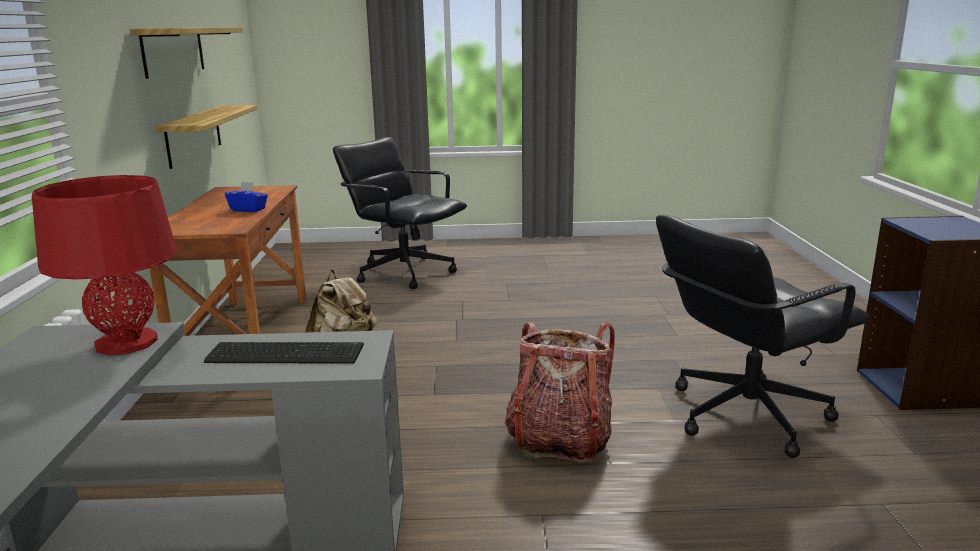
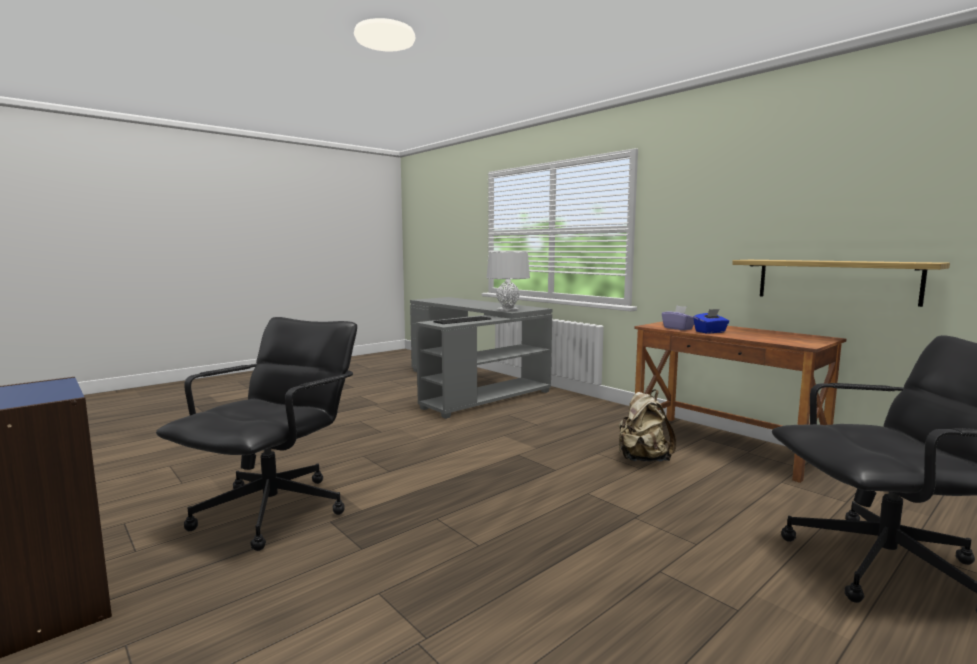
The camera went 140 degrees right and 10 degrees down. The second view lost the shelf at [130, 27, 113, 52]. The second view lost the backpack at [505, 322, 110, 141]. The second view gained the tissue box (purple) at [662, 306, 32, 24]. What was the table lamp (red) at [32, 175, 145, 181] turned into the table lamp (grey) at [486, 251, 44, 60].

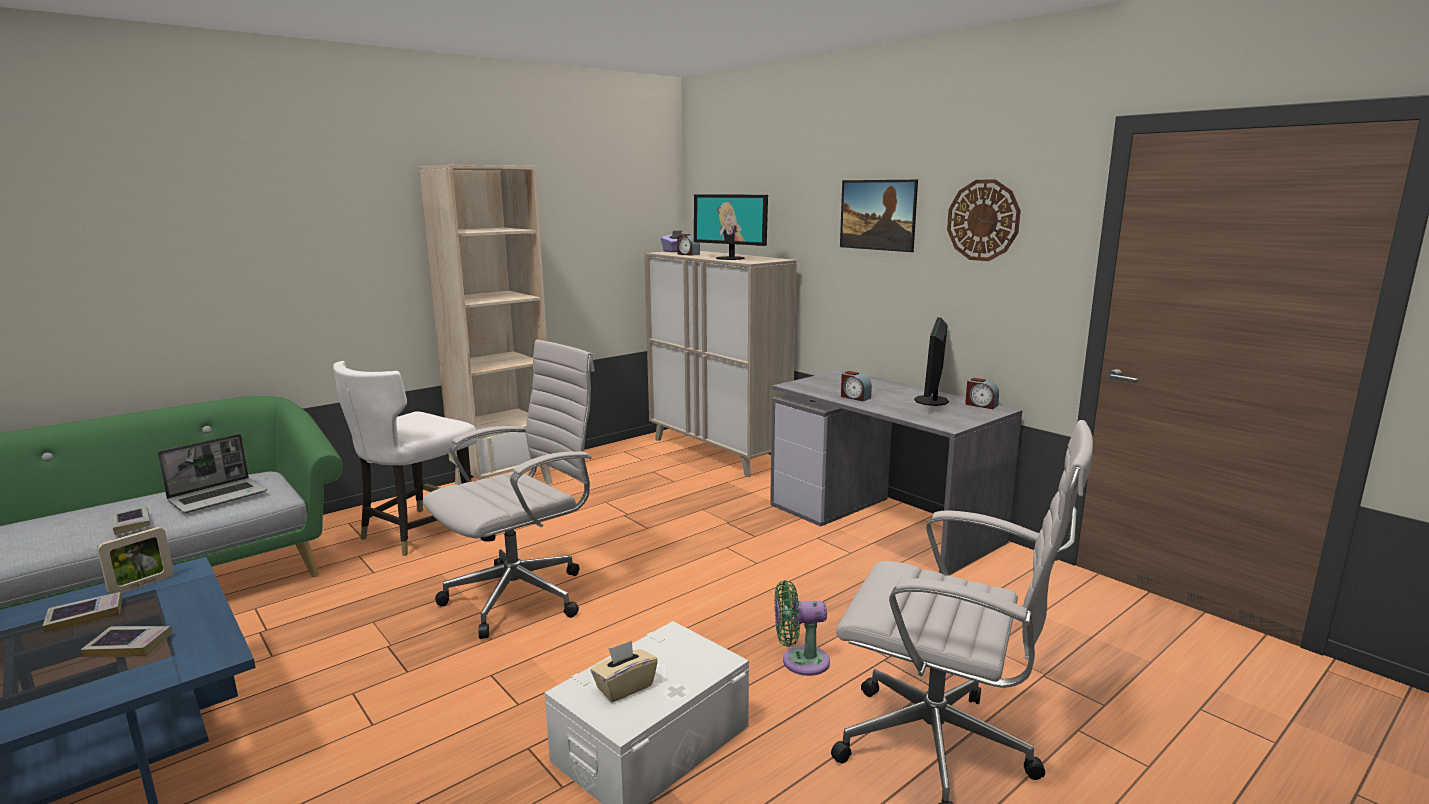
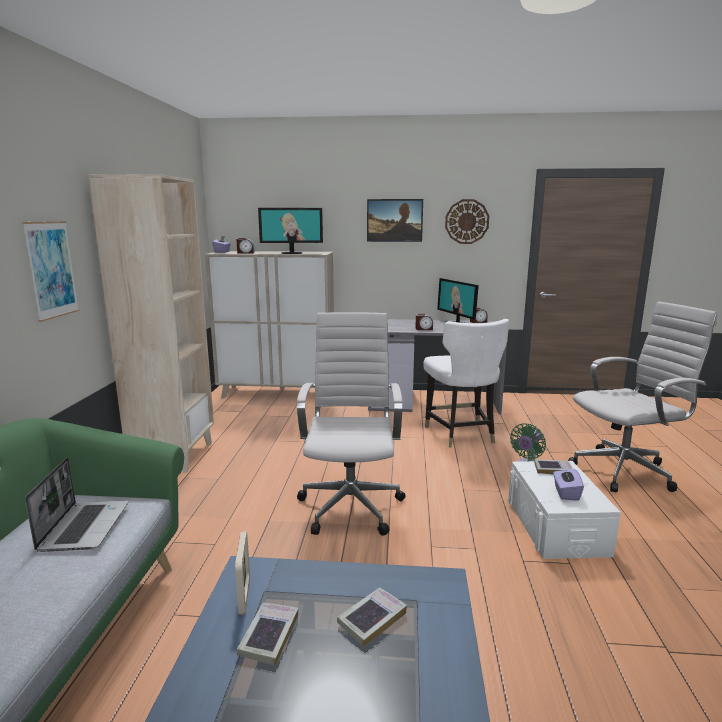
The camera went 45 degrees left and 0 degrees up. The second view gained the picture at [22, 221, 57, 101]. The book ended up elsewhere, having gone from [112, 506, 39, 29] to [534, 459, 39, 16]. The chair (white) ended up elsewhere, having gone from [333, 361, 144, 195] to [423, 319, 86, 128]. What was the tissue box (beige) at [590, 640, 68, 62] turned into the tissue box (purple) at [553, 465, 31, 36].

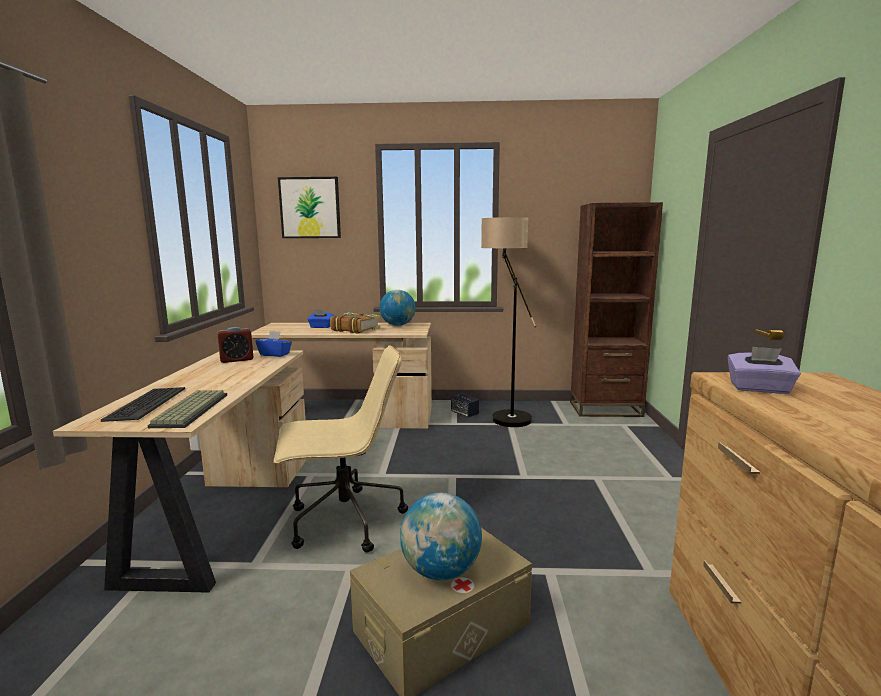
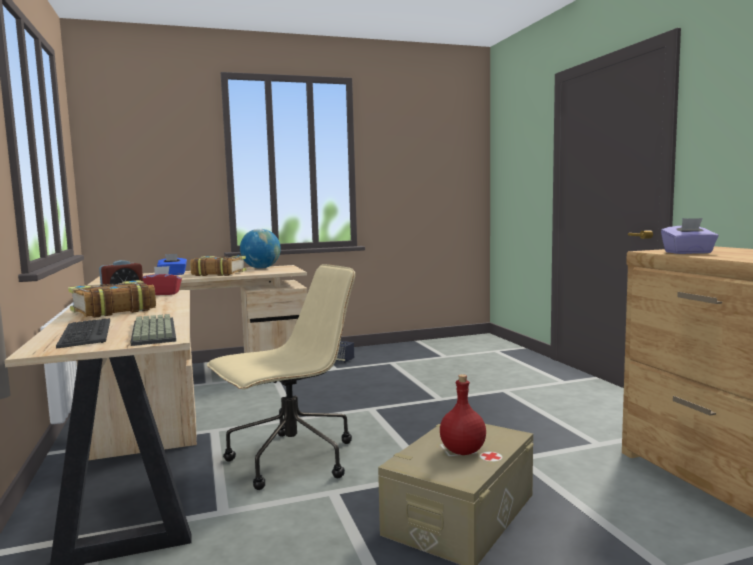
The camera went 20 degrees left and 5 degrees down. The second view lost the picture at [278, 177, 63, 61]. The second view lost the floor lamp at [481, 217, 55, 210]. The second view lost the bookcase (brown) at [570, 202, 93, 215]. The second view gained the book at [68, 280, 88, 38]. Where the globe stood at [400, 493, 82, 87], the bottle (red) came to stand at [440, 374, 46, 81]. What was the tissue box (blue) at [256, 331, 36, 26] turned into the tissue box (red) at [143, 266, 39, 29].

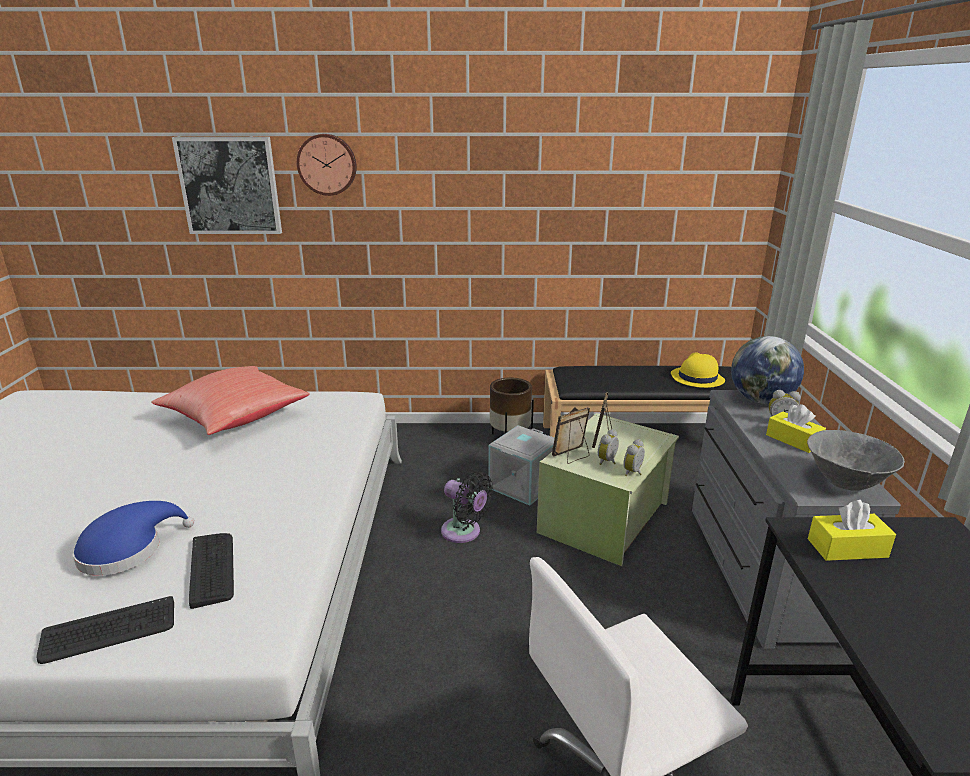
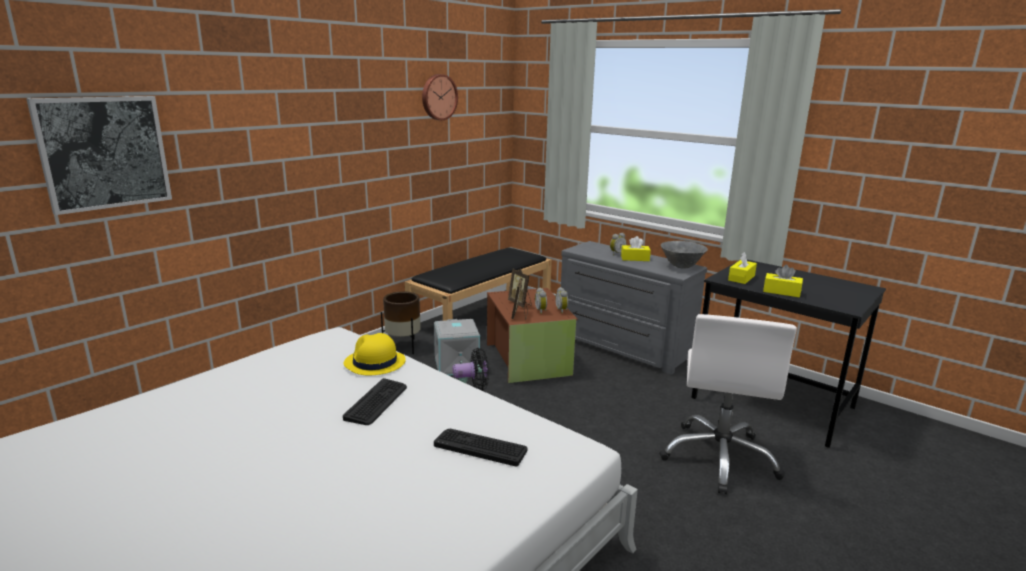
The camera went 50 degrees left and 5 degrees down. The second view lost the hat (blue) at [72, 501, 122, 75]. The second view lost the pillow (red) at [152, 366, 158, 69]. The second view lost the globe at [731, 336, 73, 68]. The second view gained the tissue box (yellow) at [763, 265, 40, 32]. The keyboard ended up elsewhere, having gone from [36, 596, 138, 68] to [343, 378, 64, 47]. The wall clock ended up elsewhere, having gone from [297, 134, 60, 62] to [422, 74, 36, 46]. The hat (yellow) ended up elsewhere, having gone from [671, 352, 54, 36] to [343, 333, 63, 42]. What was the storage box (green) at [537, 413, 142, 153] turned into the storage box (brown) at [487, 288, 90, 95].

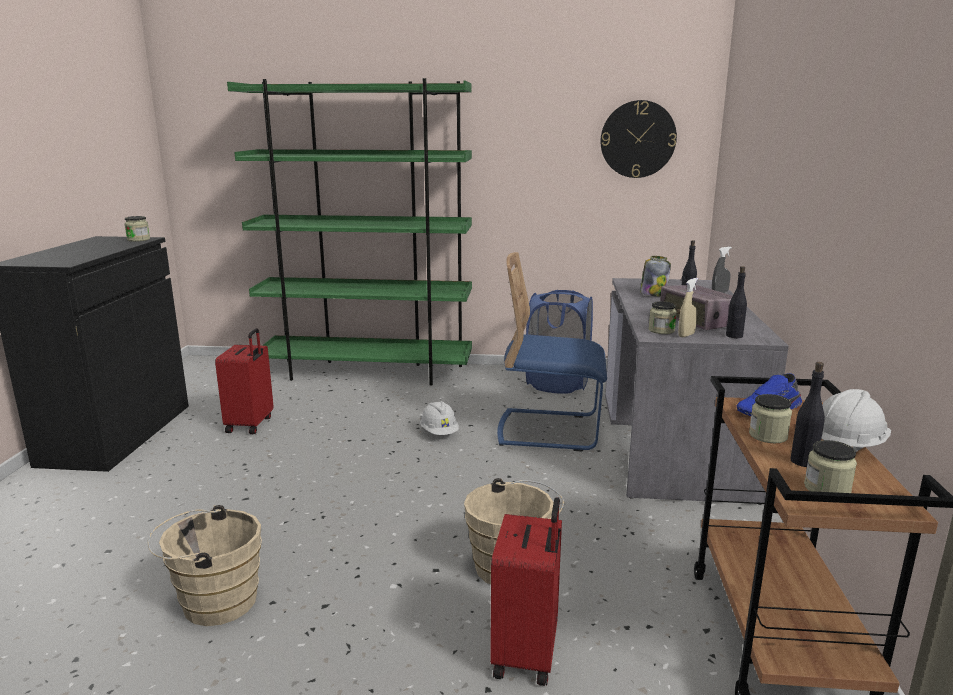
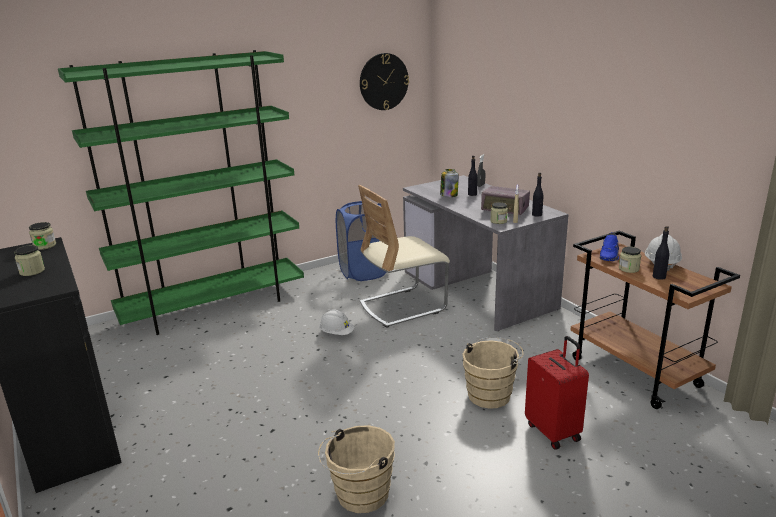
The camera went 35 degrees left and 5 degrees up. The second view lost the suitcase (red) at [215, 328, 59, 106]. The jar ended up elsewhere, having gone from [804, 440, 53, 53] to [14, 245, 31, 31]. What was the chair (blue) at [497, 252, 110, 200] turned into the chair (beige) at [358, 185, 92, 143].

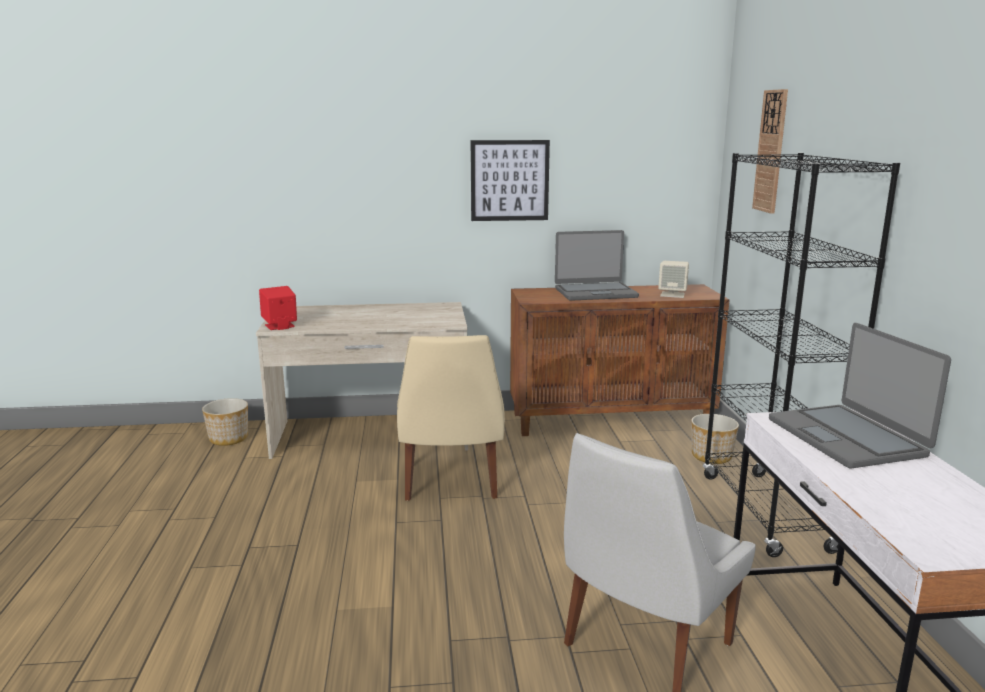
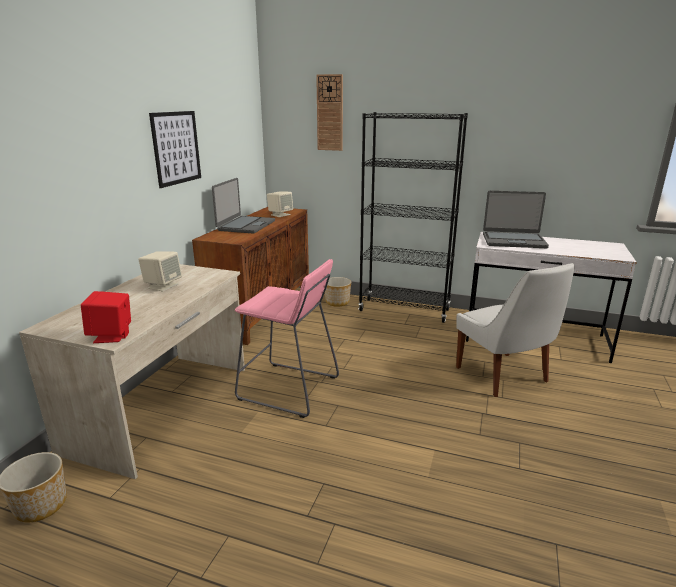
The camera went 65 degrees left and 5 degrees up. The second view gained the speaker (beige) at [138, 251, 44, 41]. Where the chair (beige) stood at [397, 335, 108, 166], the stool (pink) came to stand at [235, 259, 104, 159].

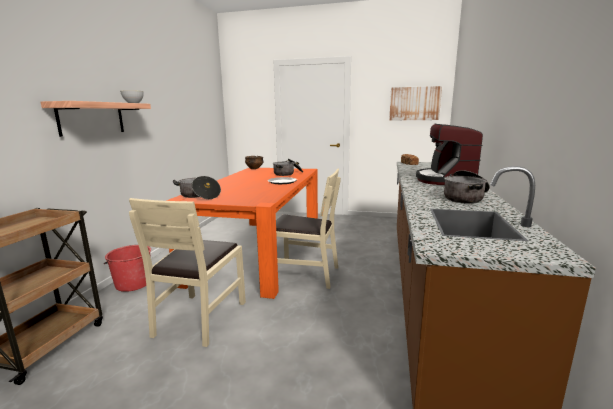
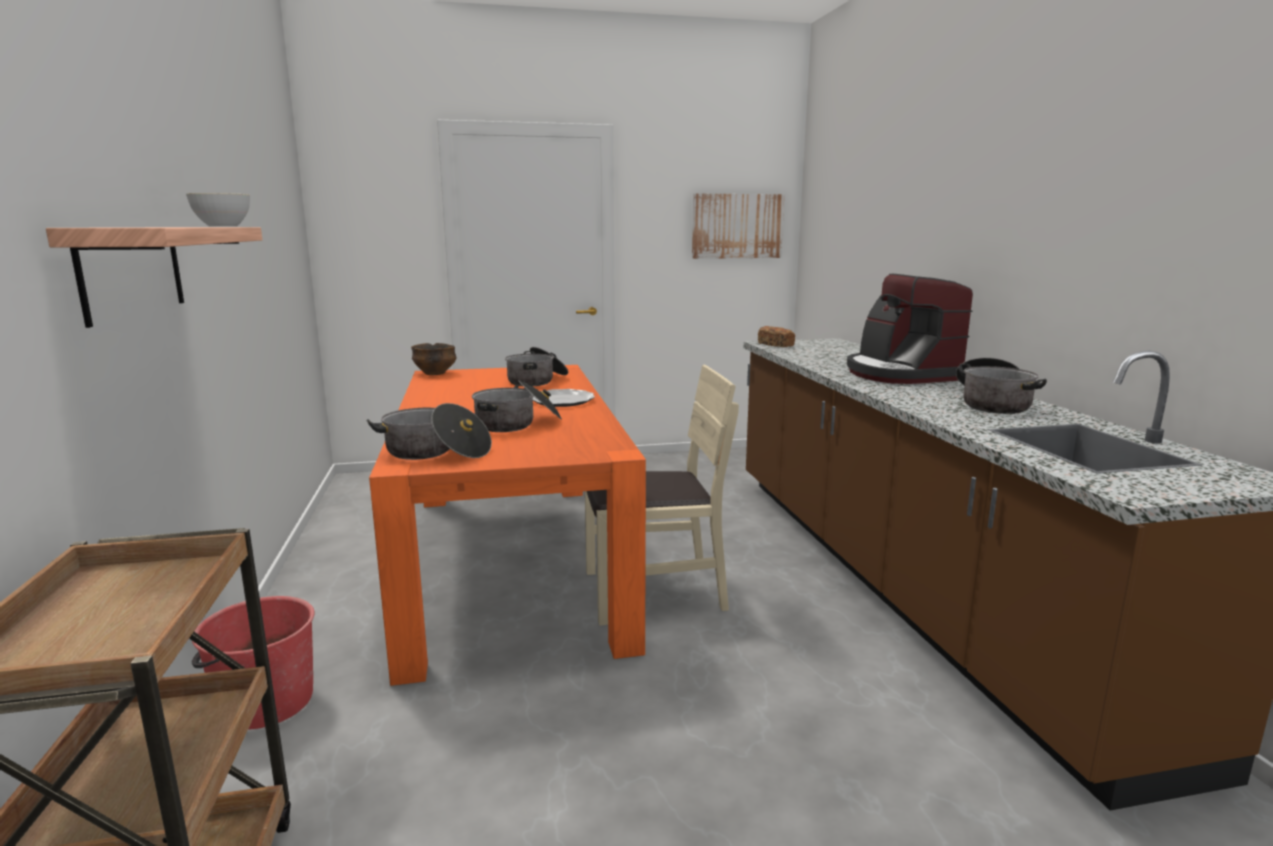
The camera went 25 degrees left and 0 degrees up. The second view lost the chair (beige) at [129, 198, 117, 149]. The second view gained the cooking pot at [472, 380, 90, 52].

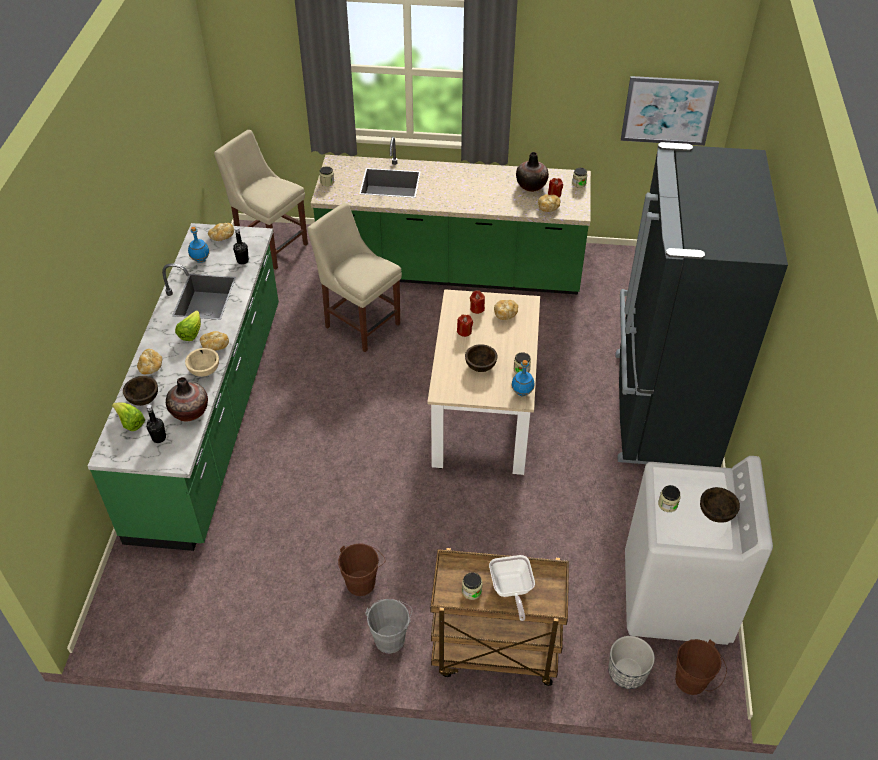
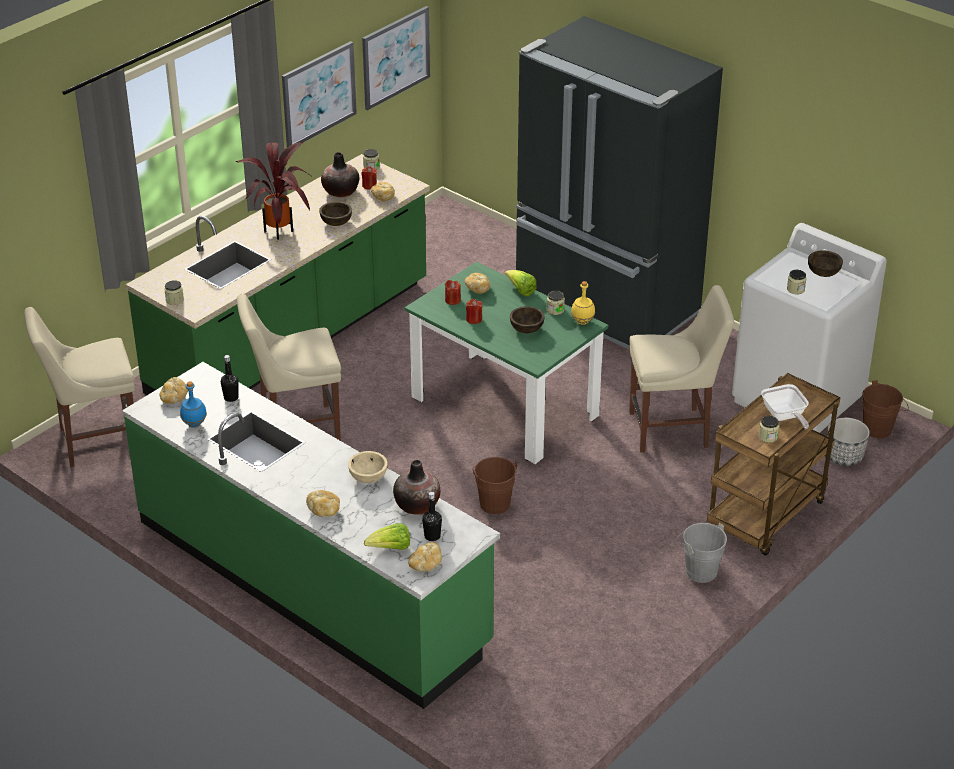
The camera went 55 degrees left and 10 degrees down. The second view gained the potted plant at [236, 142, 75, 98]. The second view gained the picture at [282, 41, 75, 106]. The second view gained the chair (beige) at [629, 285, 105, 167]. The bowl (brown) ended up elsewhere, having gone from [123, 376, 35, 30] to [319, 201, 33, 25]. The lettuce ended up elsewhere, having gone from [175, 310, 26, 31] to [505, 270, 32, 27]. The bread ended up elsewhere, having gone from [200, 331, 29, 19] to [408, 542, 34, 30]. The bucket (brown) ended up elsewhere, having gone from [338, 544, 47, 52] to [472, 457, 46, 57]. What was the dining table (beige) at [427, 289, 113, 186] turned into the dining table (green) at [405, 262, 203, 202]. What was the bottle (blue) at [512, 360, 23, 36] turned into the bottle (yellow) at [571, 281, 24, 44]. The frying pan at [489, 555, 46, 66] ended up facing another way, 45 degrees clockwise from before.

